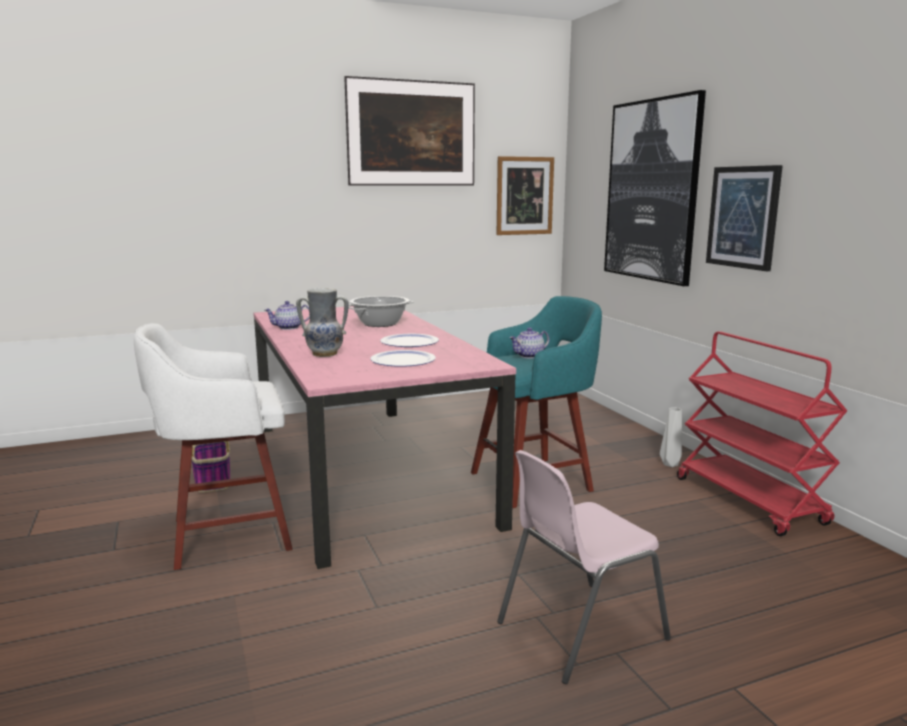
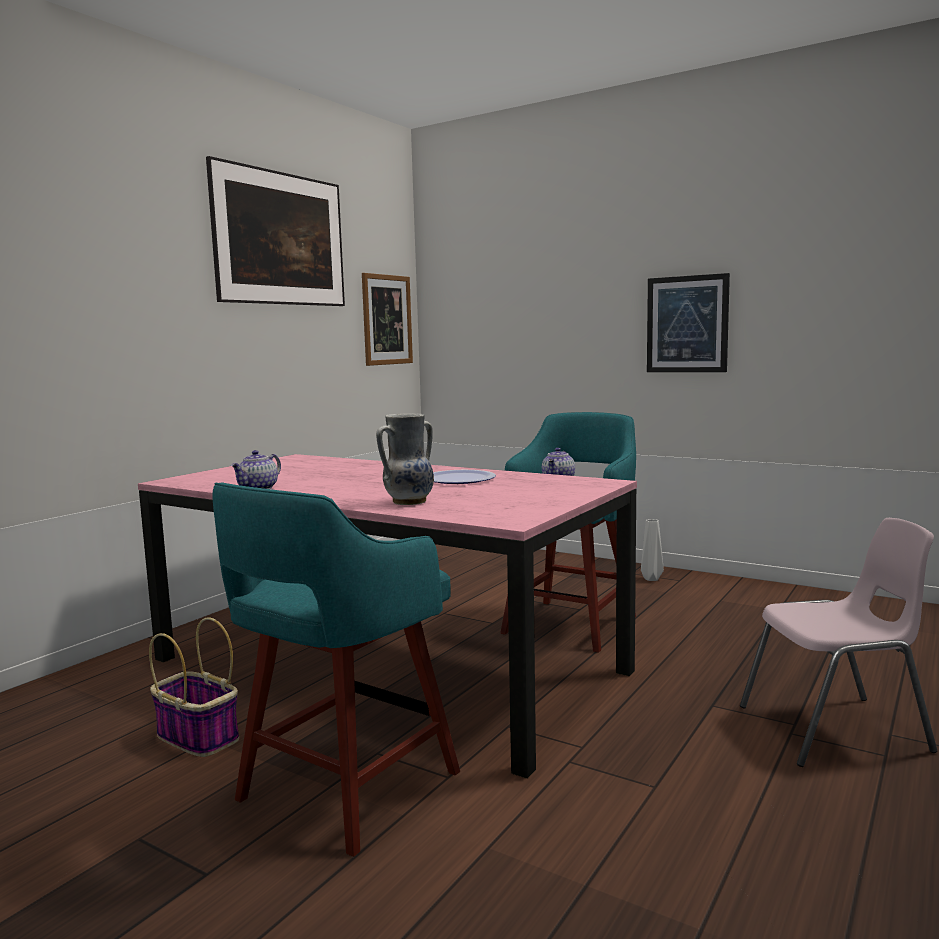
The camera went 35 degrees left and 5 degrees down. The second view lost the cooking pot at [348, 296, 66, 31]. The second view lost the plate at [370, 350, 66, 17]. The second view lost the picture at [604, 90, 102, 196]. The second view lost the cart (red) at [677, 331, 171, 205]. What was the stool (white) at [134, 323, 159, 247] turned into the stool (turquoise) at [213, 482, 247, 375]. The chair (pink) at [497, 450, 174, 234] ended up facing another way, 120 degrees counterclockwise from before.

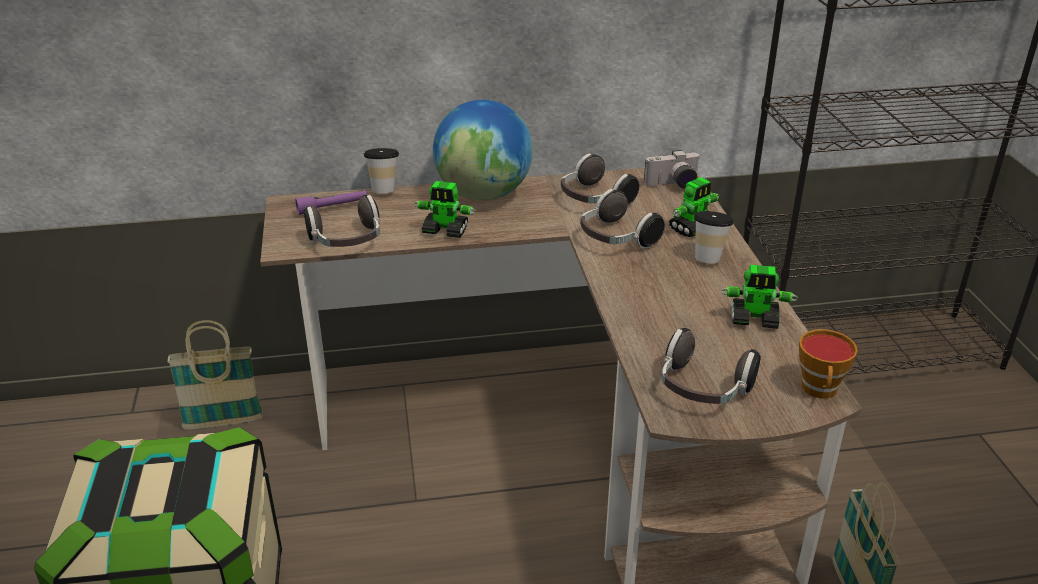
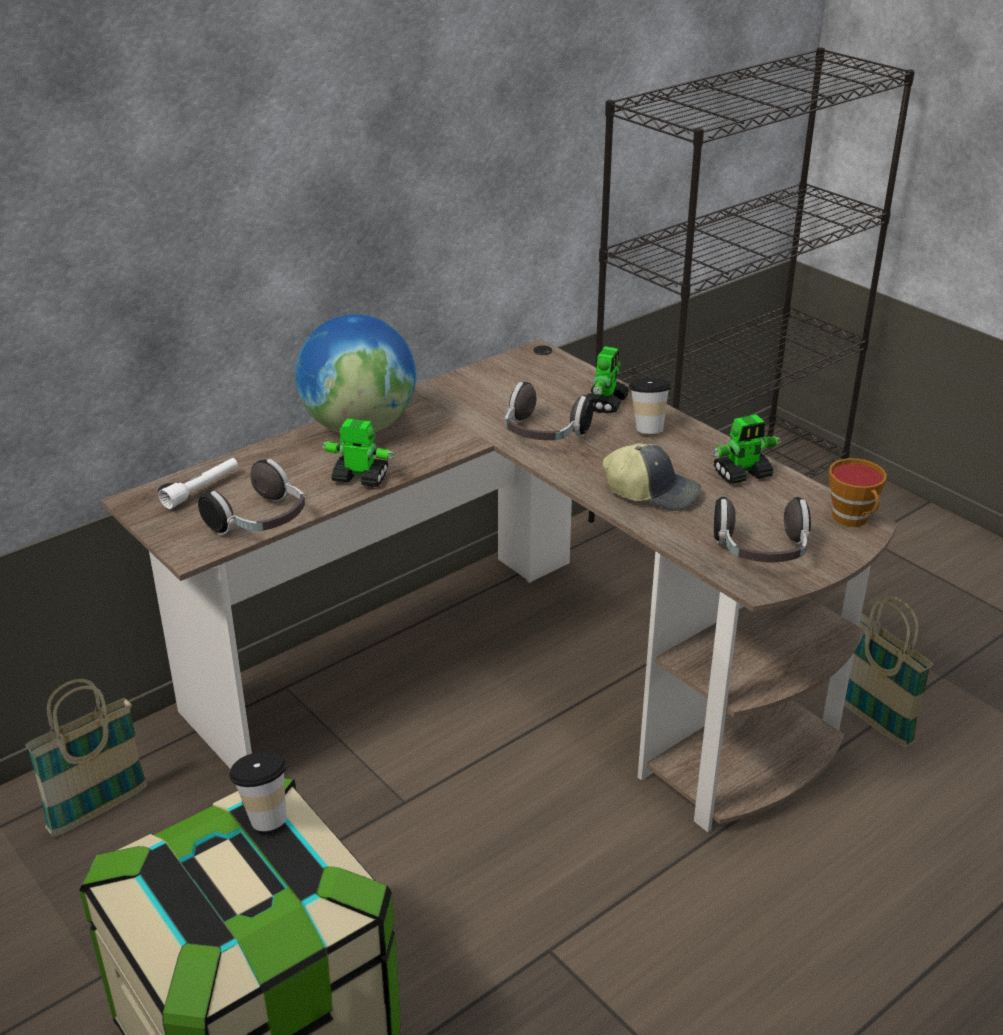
The camera went 30 degrees left and 0 degrees up. The second view lost the headphones at [561, 153, 78, 52]. The second view lost the photo camera at [644, 150, 57, 39]. The second view gained the cap at [603, 443, 98, 68]. The cup ended up elsewhere, having gone from [364, 148, 35, 46] to [229, 751, 58, 80]. What was the flashlight (purple) at [295, 190, 72, 25] turned into the flashlight (white) at [159, 458, 79, 51]. The toy robot at [414, 181, 62, 57] ended up facing another way, 150 degrees counterclockwise from before.

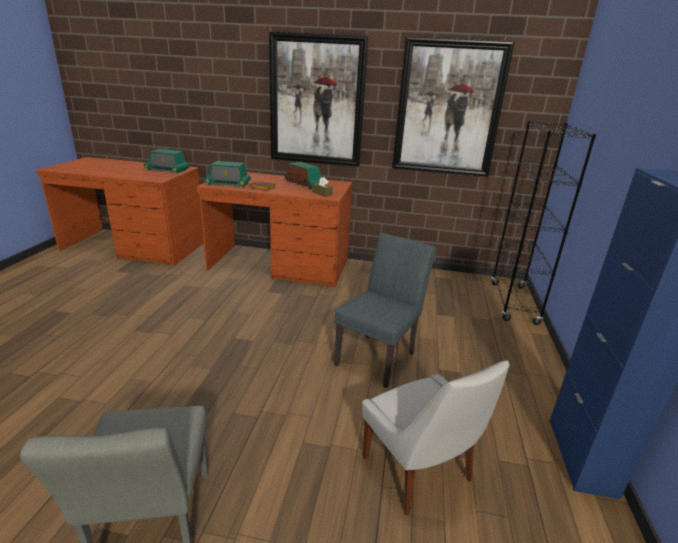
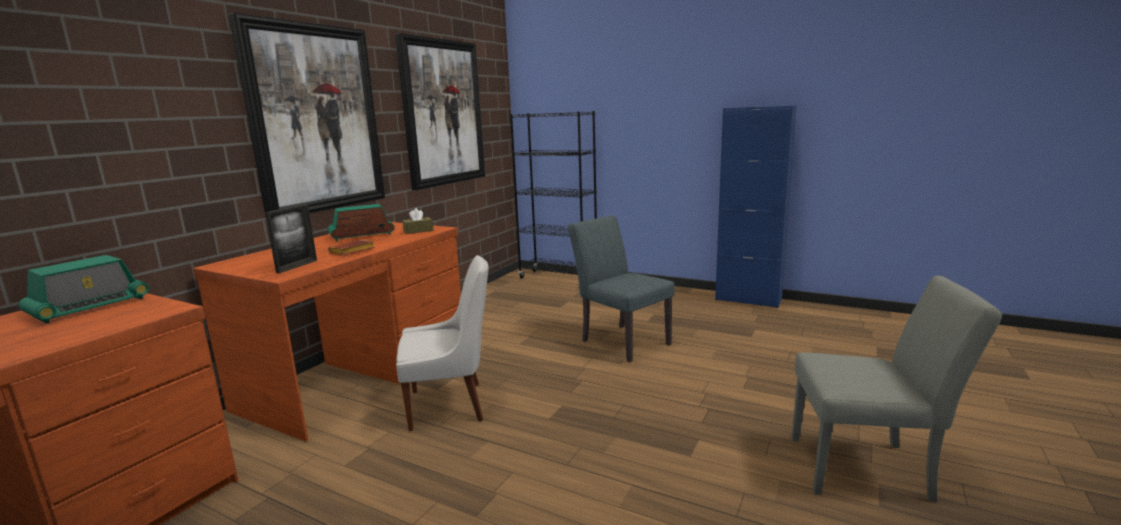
The camera went 70 degrees left and 10 degrees down. The chair (white) ended up elsewhere, having gone from [362, 360, 147, 155] to [396, 255, 93, 176]. Where the radio stood at [204, 161, 47, 26], the picture frame came to stand at [265, 204, 52, 69].

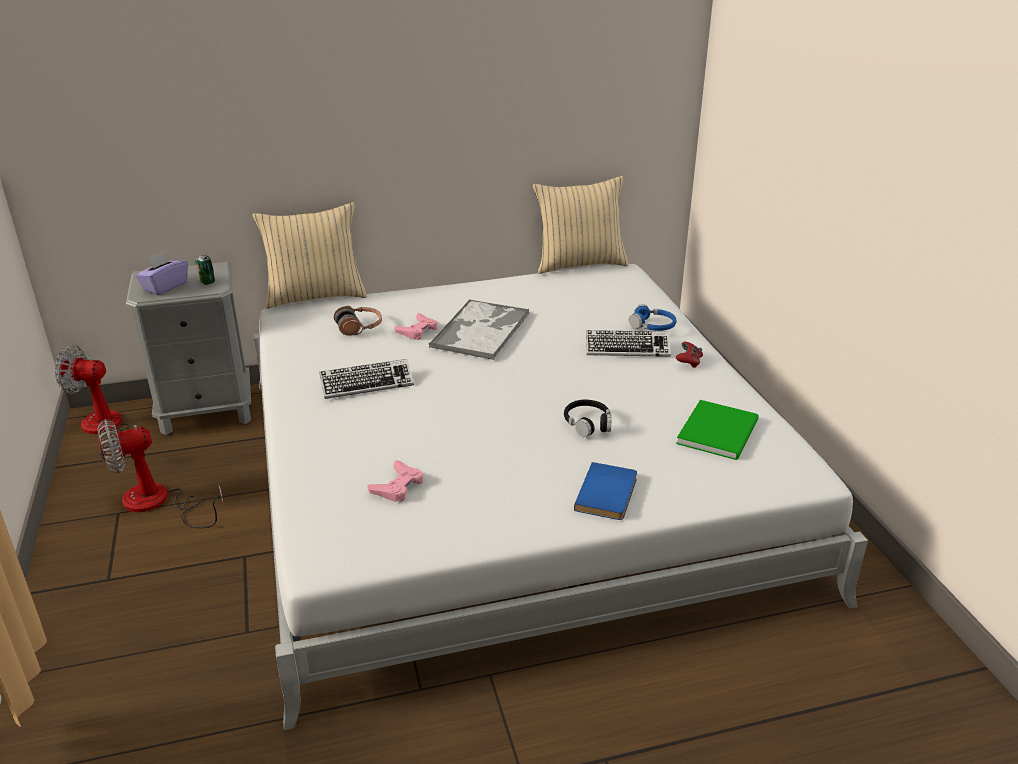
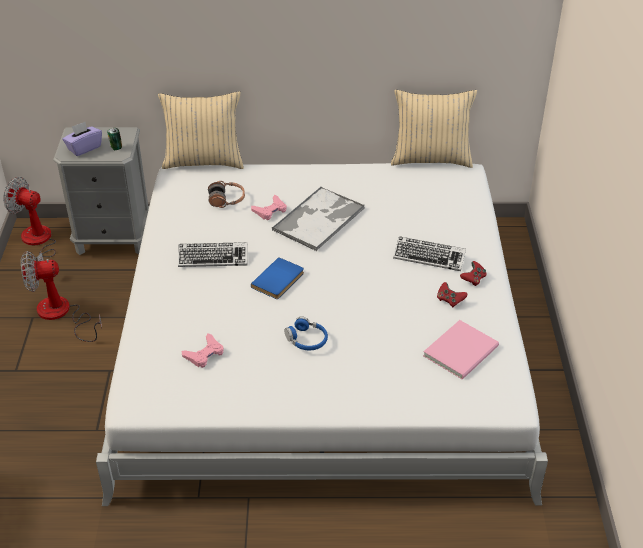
The camera went 15 degrees right and 10 degrees up. The second view lost the headphones (black) at [564, 400, 48, 37]. The second view gained the game controller (red) at [437, 282, 30, 25]. The book (blue) ended up elsewhere, having gone from [574, 462, 63, 58] to [251, 257, 53, 42]. The headphones (blue) ended up elsewhere, having gone from [629, 304, 48, 27] to [284, 316, 44, 34]. What was the book (green) at [676, 400, 83, 60] turned into the book (pink) at [423, 320, 76, 59].

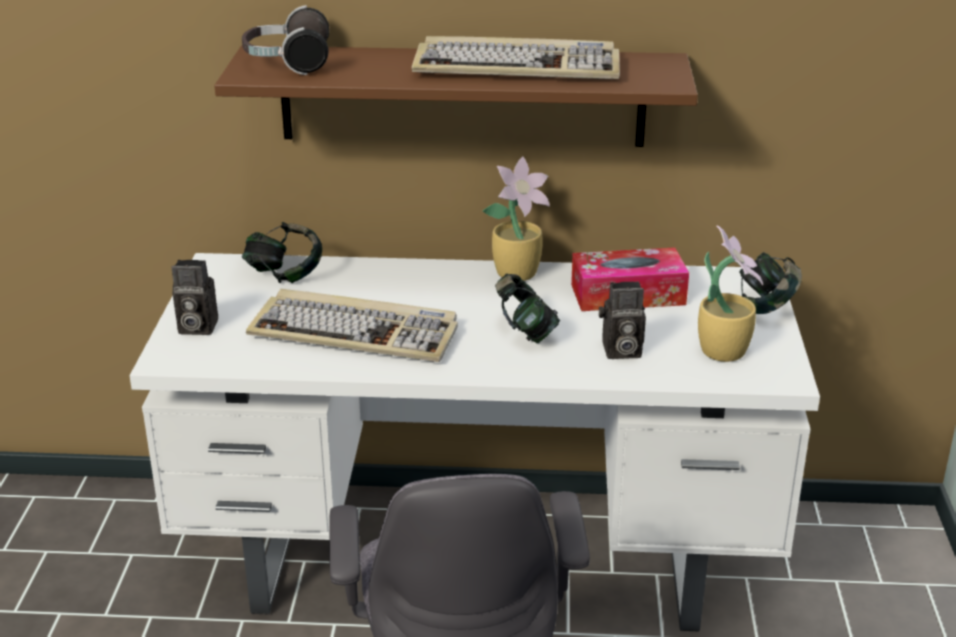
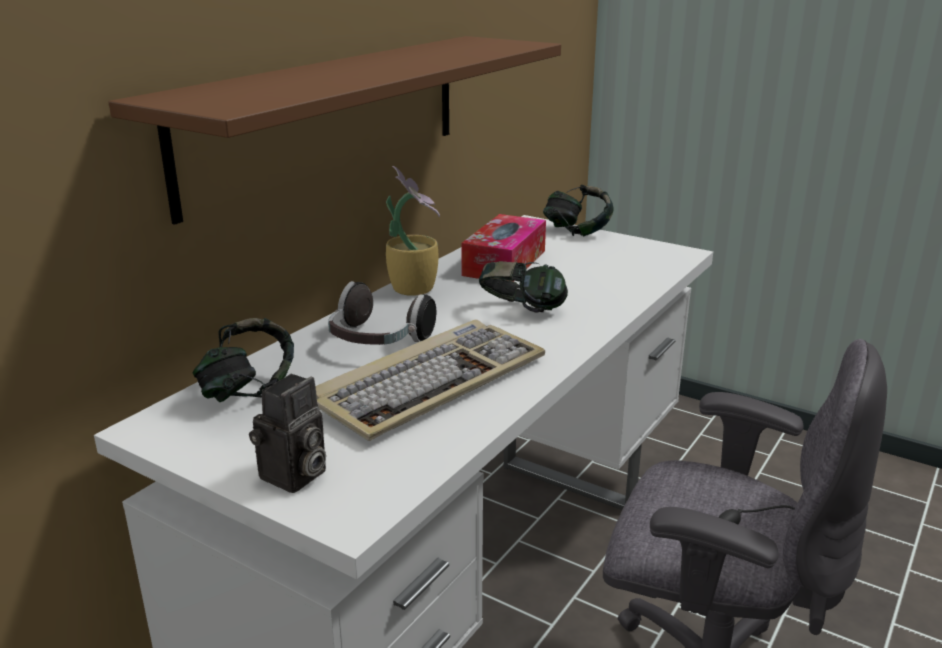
The camera went 60 degrees left and 5 degrees down. The second view lost the keyboard at [412, 36, 208, 43]. The second view lost the photo camera at [599, 281, 47, 78]. The second view lost the potted plant at [698, 225, 65, 137]. The headphones ended up elsewhere, having gone from [242, 5, 88, 70] to [328, 281, 108, 64].

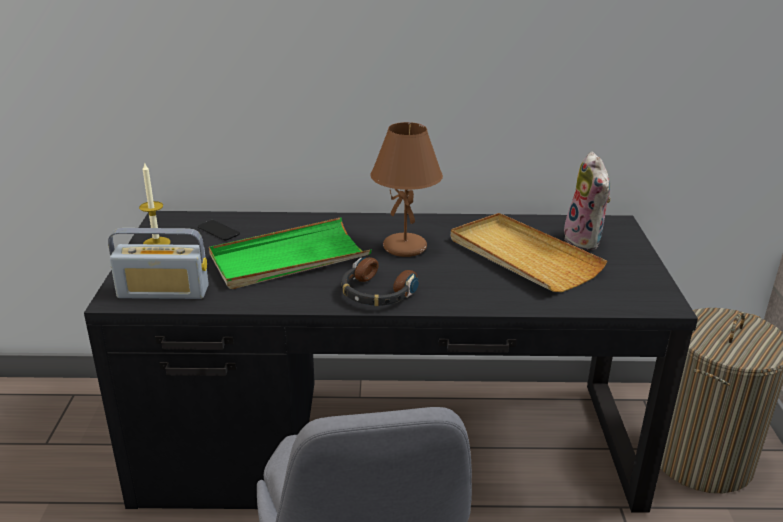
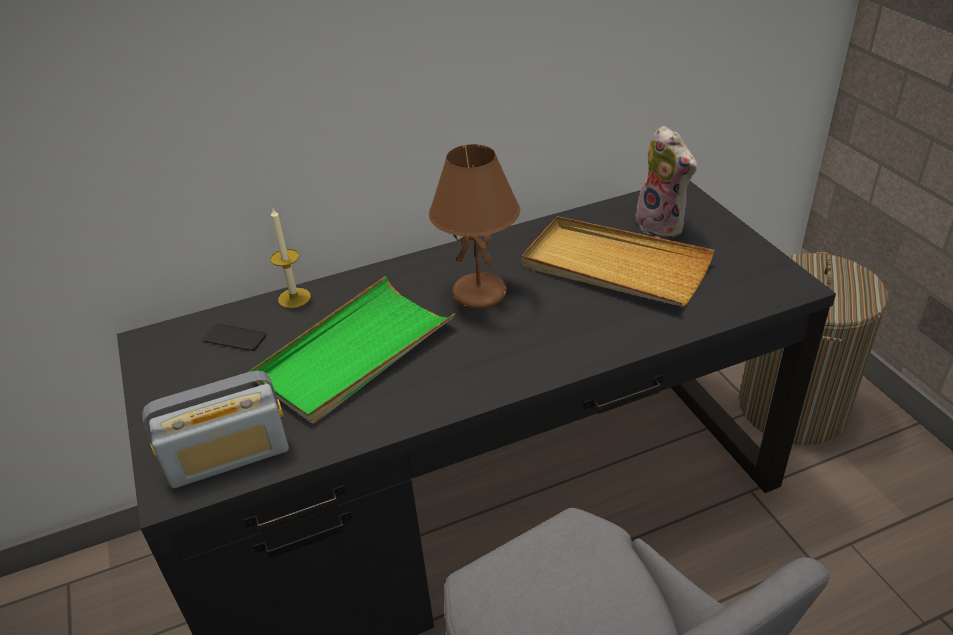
The camera went 20 degrees left and 10 degrees up. The second view lost the headphones at [341, 257, 78, 49]. The candle ended up elsewhere, having gone from [139, 162, 31, 83] to [270, 208, 41, 100].

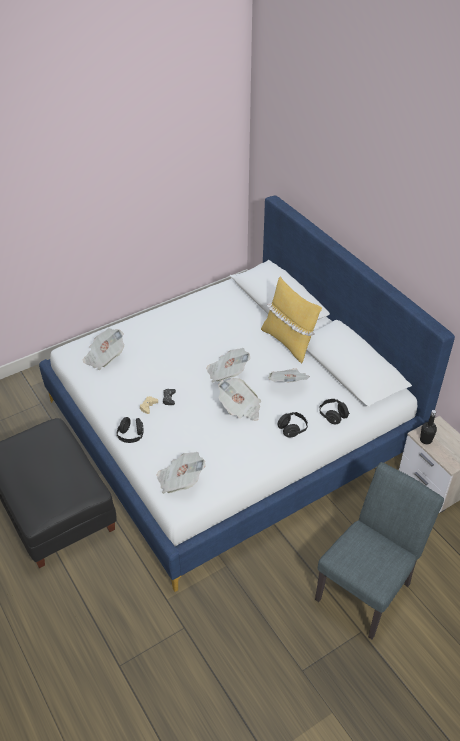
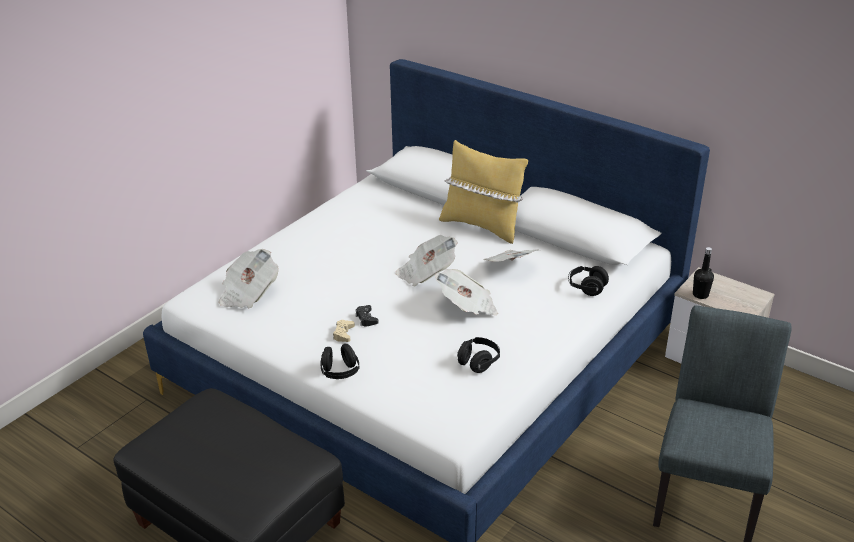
The camera went 20 degrees left and 10 degrees down. The second view lost the newspaper at [157, 452, 48, 42]. The headphones (black) ended up elsewhere, having gone from [277, 412, 31, 26] to [457, 337, 43, 36].

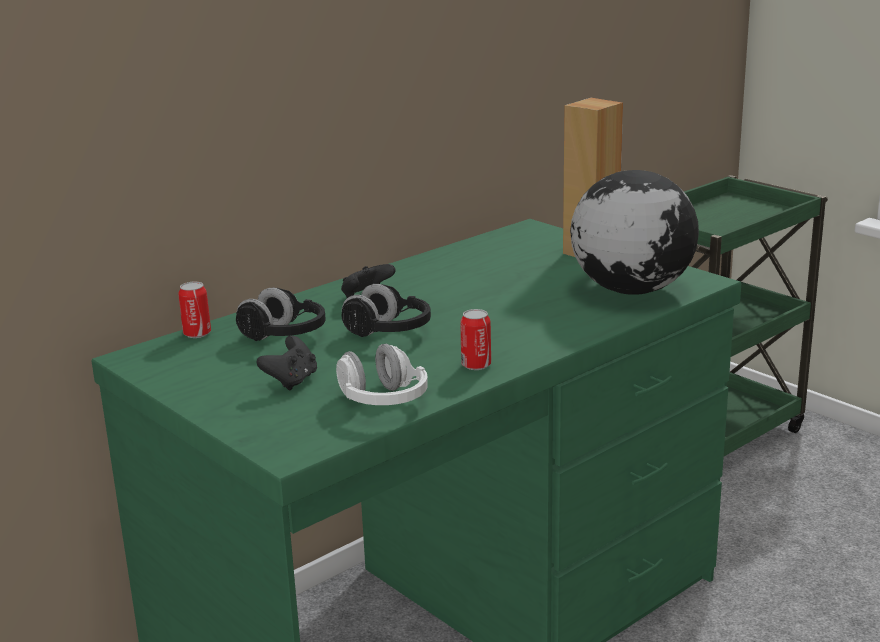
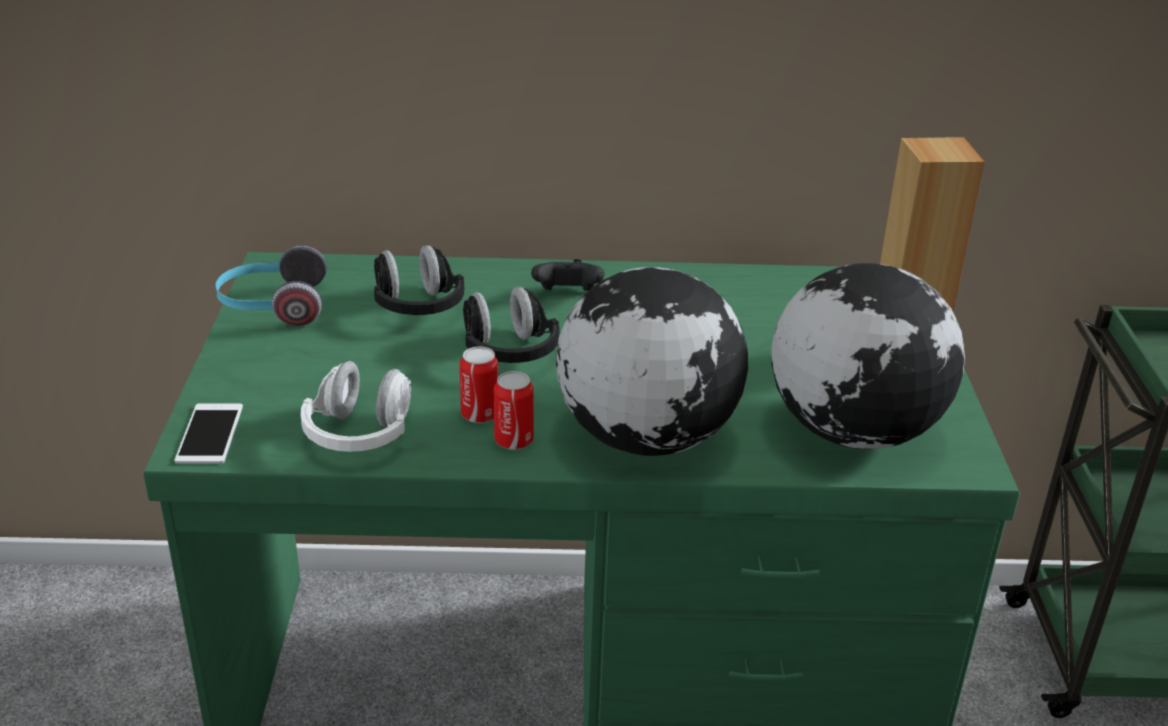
The camera went 40 degrees right and 10 degrees up. The second view lost the game controller (black) at [257, 336, 60, 54]. The second view gained the phone at [175, 403, 68, 61]. The second view gained the headphones at [215, 246, 112, 80]. The second view gained the globe at [556, 267, 192, 189]. The can ended up elsewhere, having gone from [178, 282, 33, 56] to [460, 346, 39, 77].

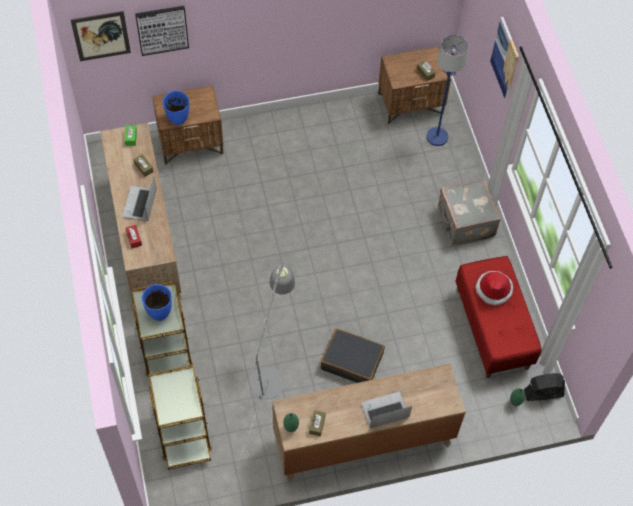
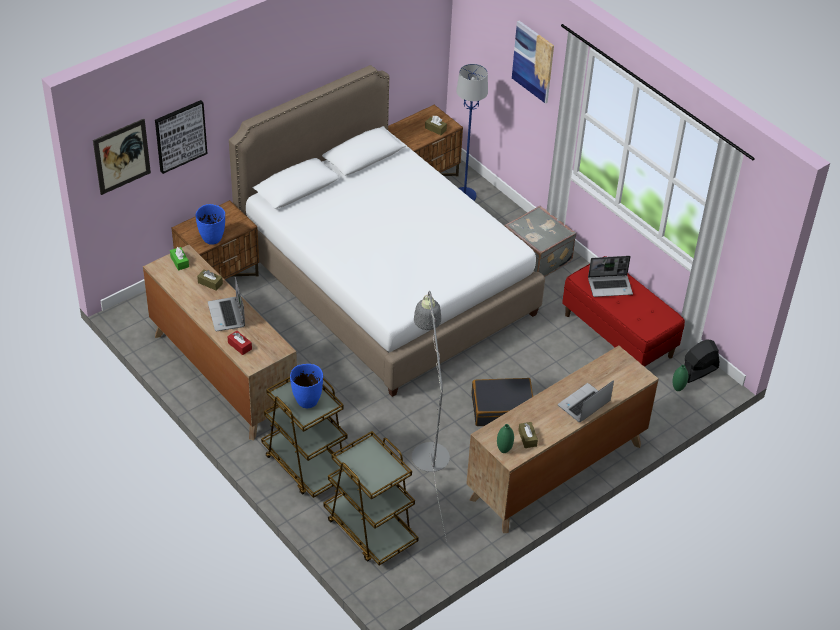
The camera went 25 degrees left and 15 degrees down. The second view gained the bed (white) at [229, 65, 316, 332]. Where the hat stood at [475, 271, 38, 34], the laptop came to stand at [588, 256, 45, 41].

